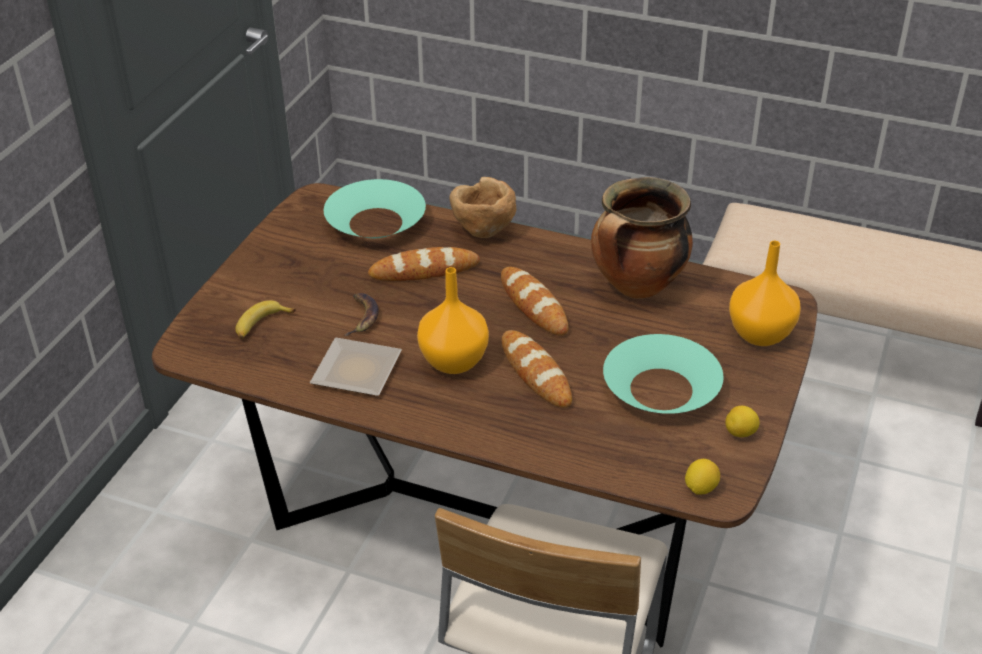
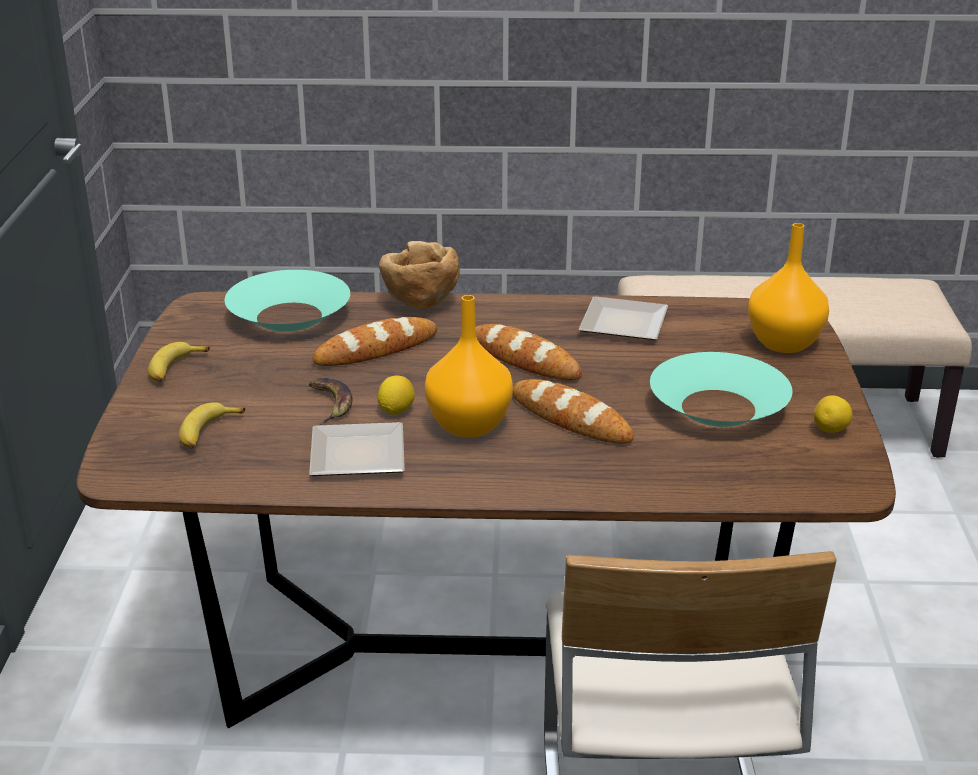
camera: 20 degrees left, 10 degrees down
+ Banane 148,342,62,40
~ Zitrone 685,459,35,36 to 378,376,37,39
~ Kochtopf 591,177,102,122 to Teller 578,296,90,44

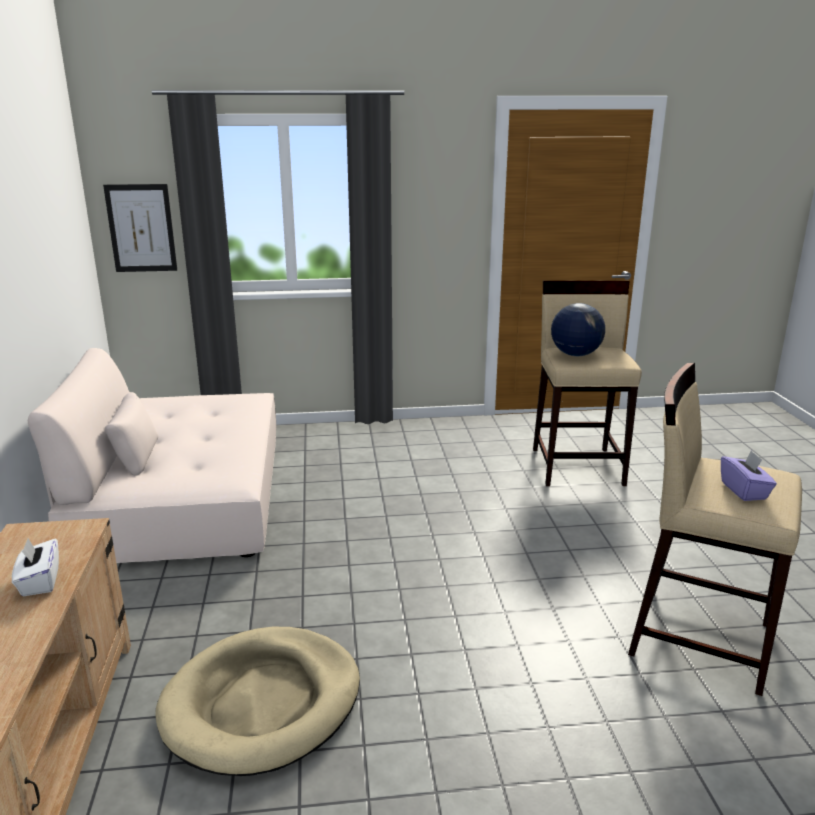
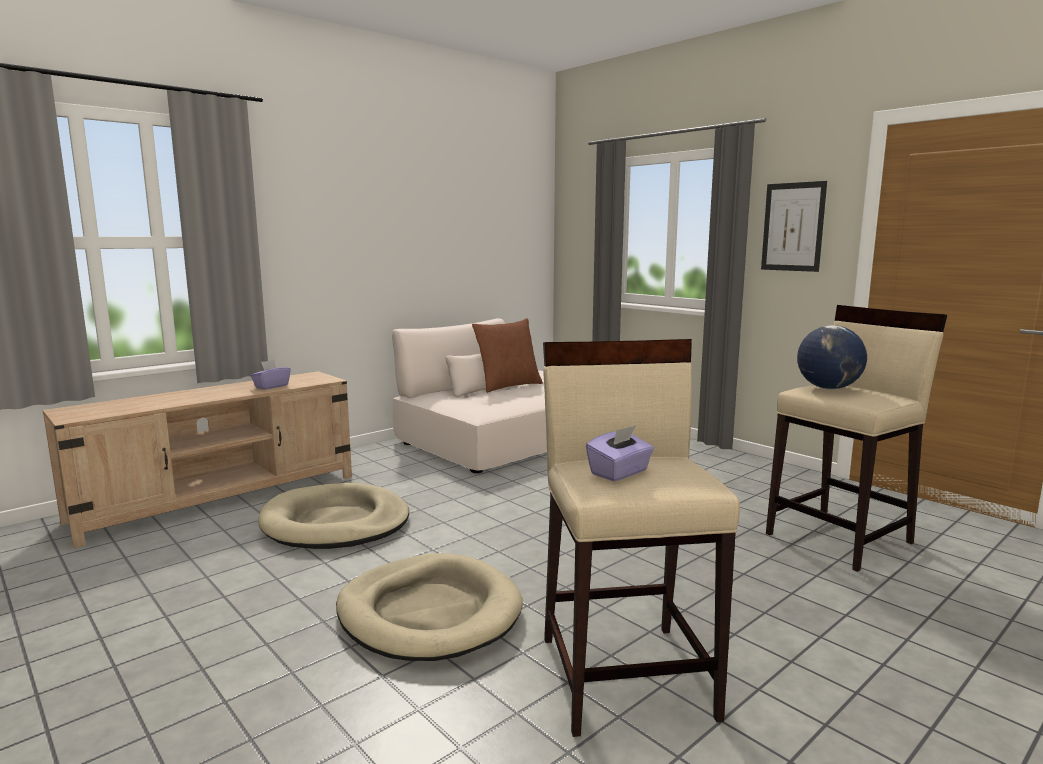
camera: 55 degrees right, 10 degrees down
+ Hundebett (beige) 336,553,187,108
+ Kissen (braun) 472,318,71,75
~ Bild 103,184,74,88 to 761,181,66,91
~ Taschentuchbox (weiß) 12,539,47,57 to Taschentuchbox (lila) 250,360,41,30

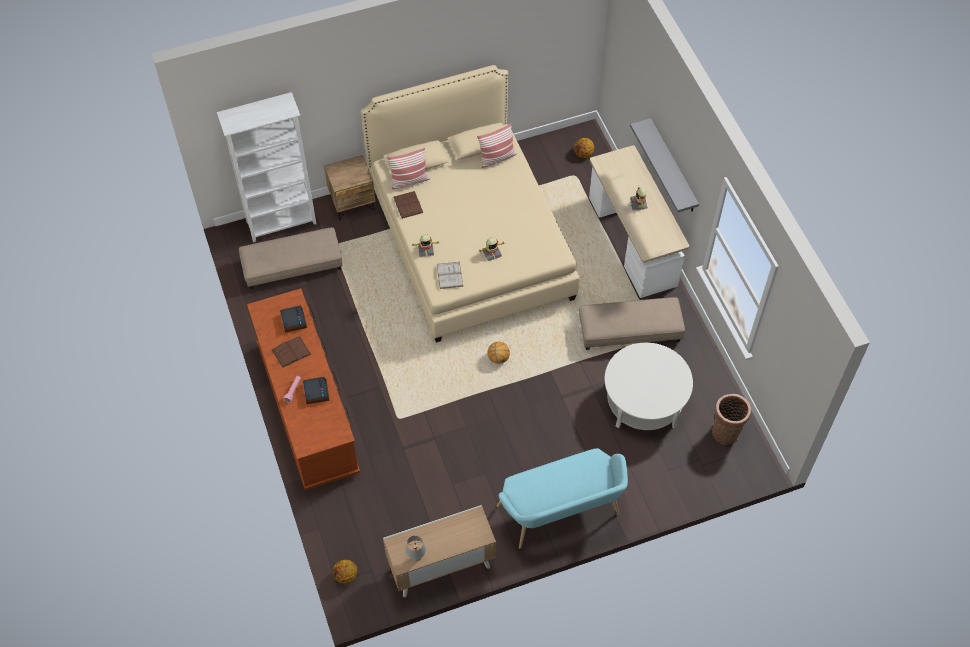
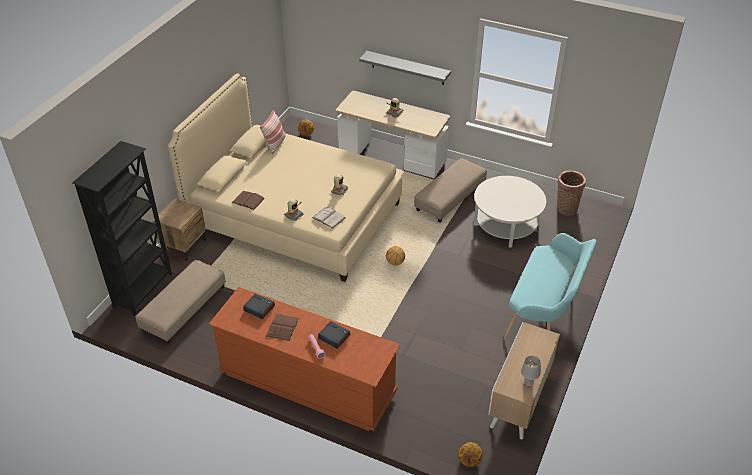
camera: 45 degrees left, 15 degrees down
- Kissen 387,148,43,41
~ Bücherregal (weiß) 217,92,100,150 to Bücherregal (schwarz) 72,141,100,174

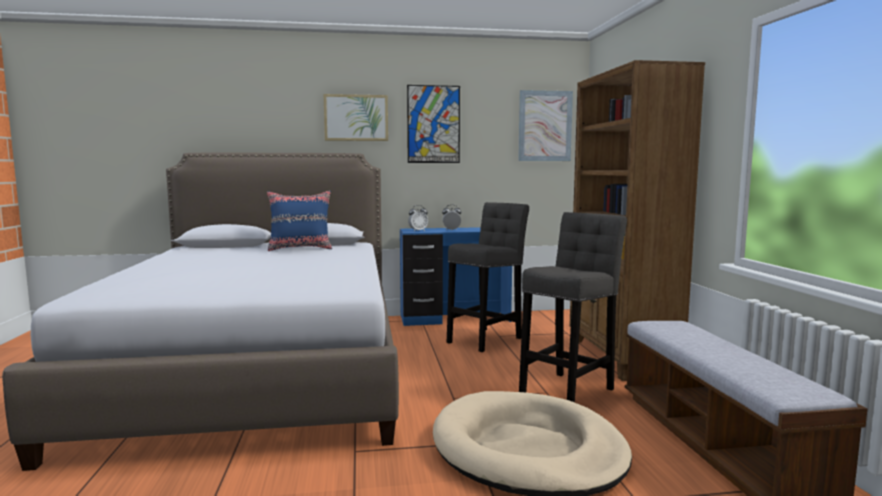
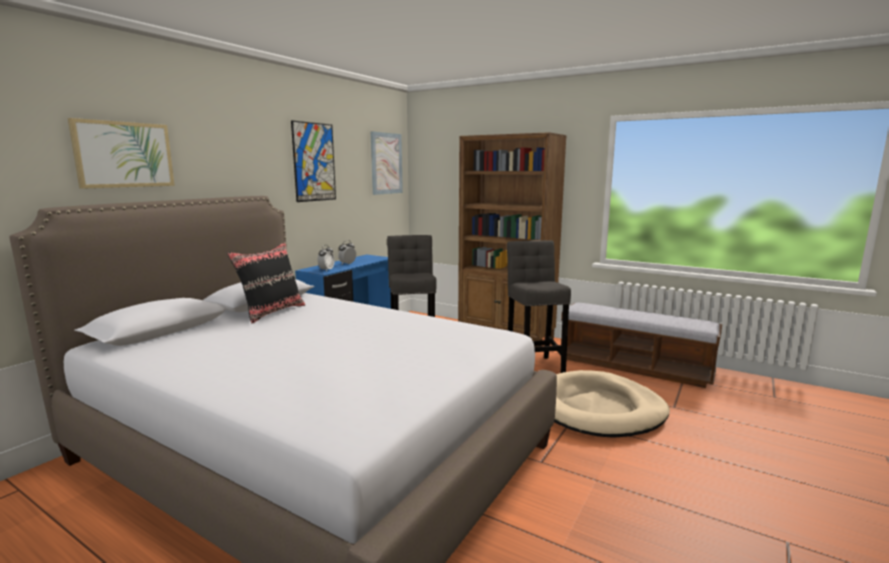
camera: 50 degrees left, 5 degrees up
~ Bild 324,94,64,47 to 68,118,107,71
~ Kissen (blau) 267,191,65,60 to Kissen (schwarz) 227,242,79,81

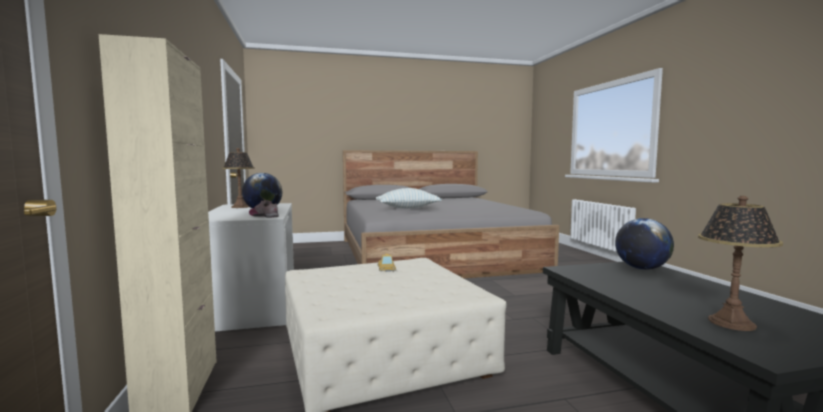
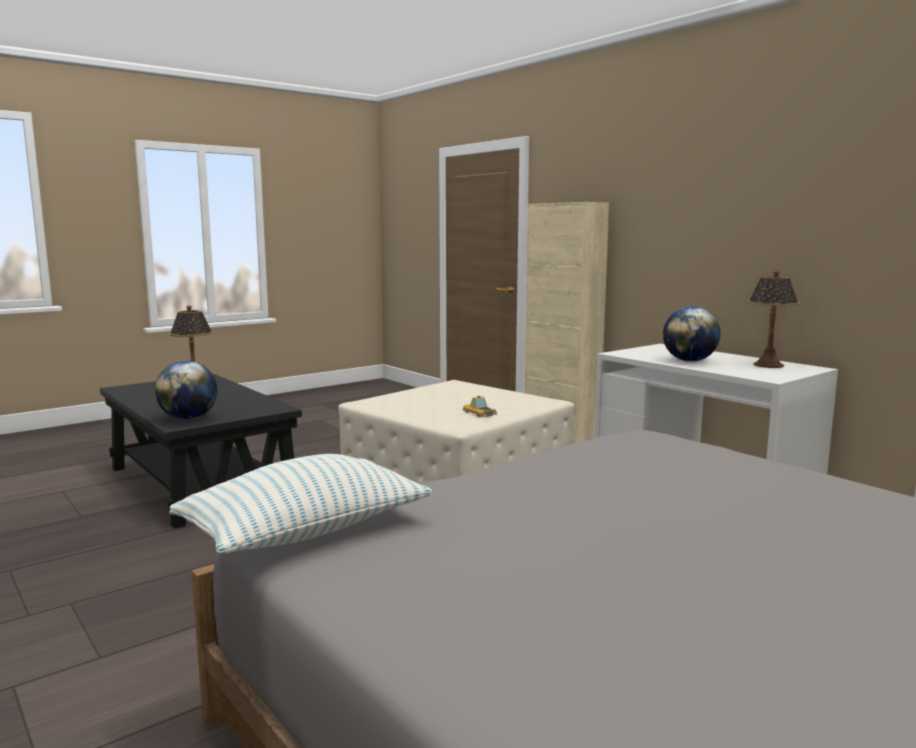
camera: 155 degrees right, 5 degrees up
- Schuh 249,200,30,18
~ Kissen 376,188,66,20 to 169,454,263,100

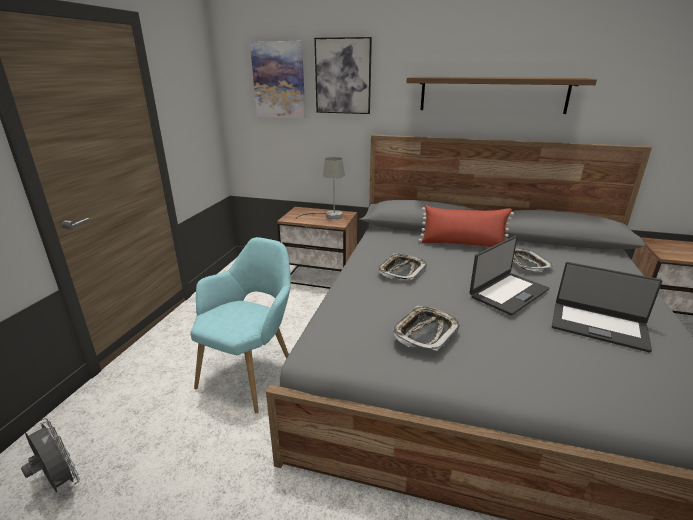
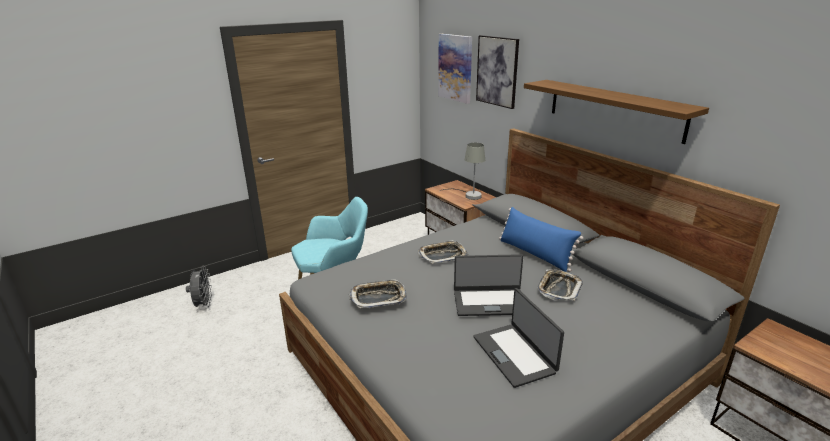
camera: 40 degrees right, 0 degrees up
~ Kissen (rot) 418,205,96,42 to Kissen (blau) 499,207,84,65

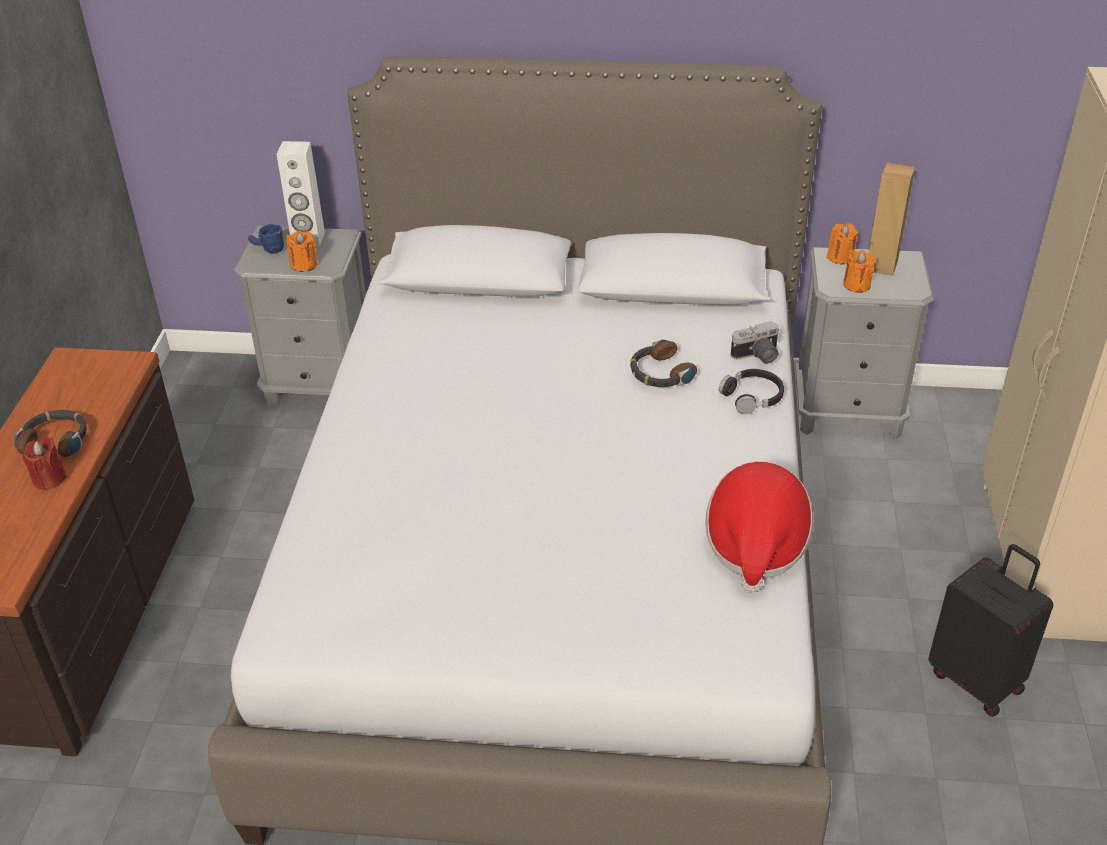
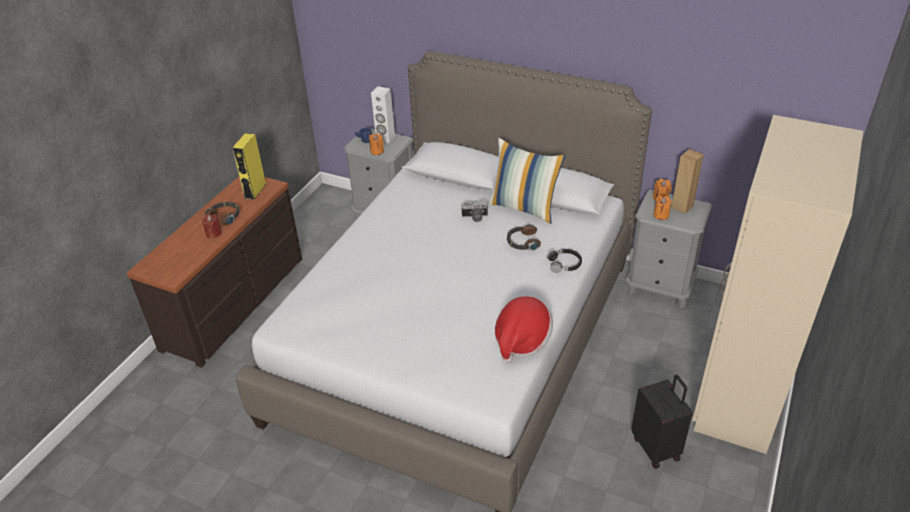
camera: 20 degrees right, 0 degrees up
+ Lautsprecher (gelb) 232,133,34,67
+ Kissen 488,138,78,86
~ Kamera 731,321,49,43 to 461,200,28,22

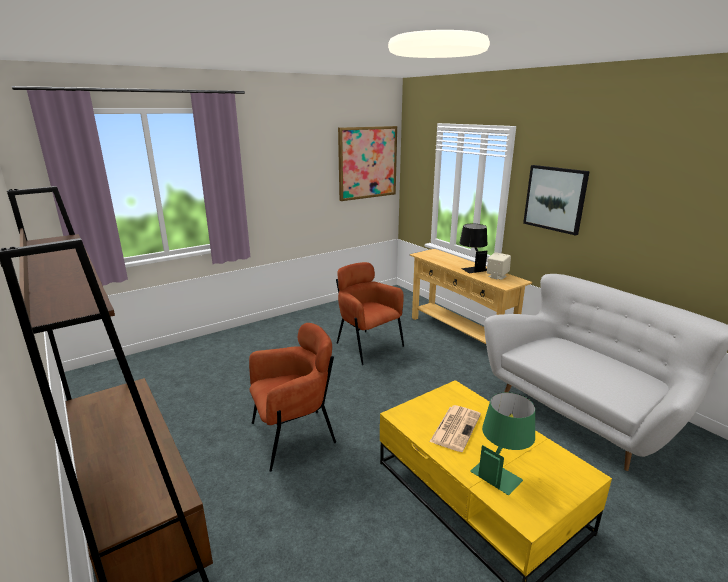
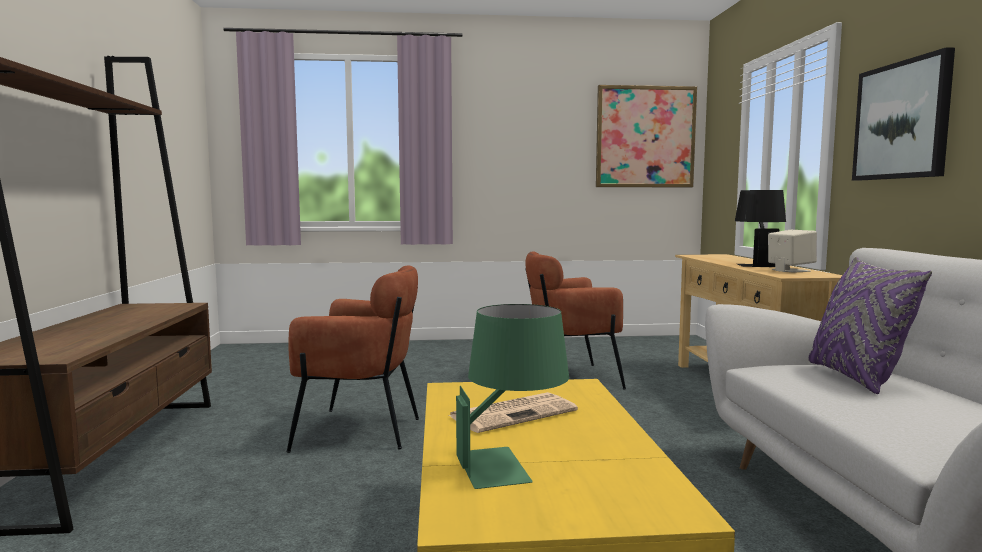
camera: 30 degrees right, 15 degrees down
+ Kissen (lila) 809,257,123,137
~ Sessel (braun) 336,262,68,103 = 525,251,101,138 90 degrees counterclockwise

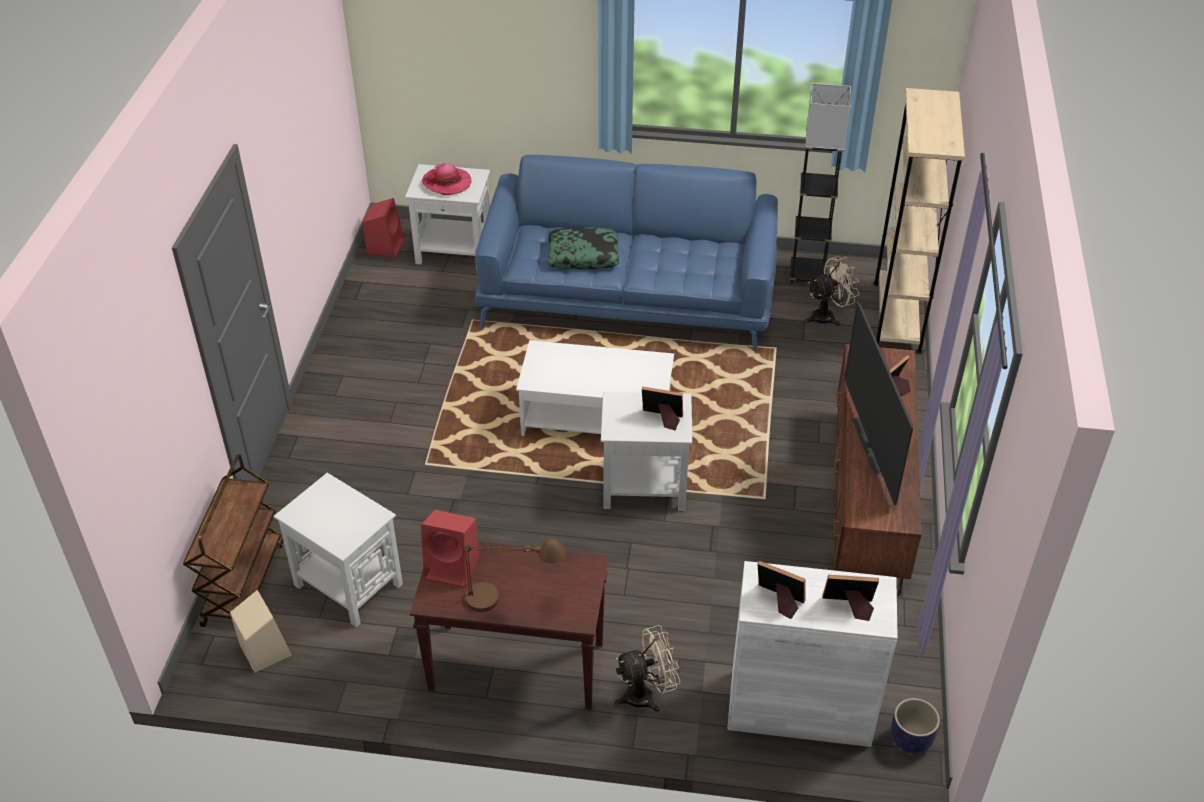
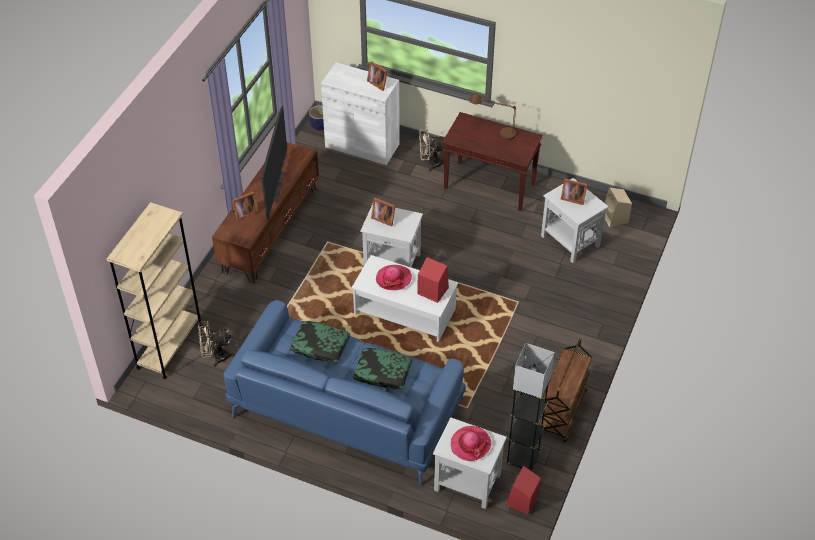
camera: 165 degrees left, 5 degrees up
+ Kissen 290,321,60,42
+ Hut 376,265,36,25
~ Rollwagen (braun) 183,454,100,173 to 540,338,52,104
~ Lautsprecher (rot) 421,510,59,78 to 418,257,31,46
~ Stehlampe (grau) 790,83,61,200 to 505,343,50,128
~ Bilderrahmen 823,575,56,46 to 561,179,26,26

